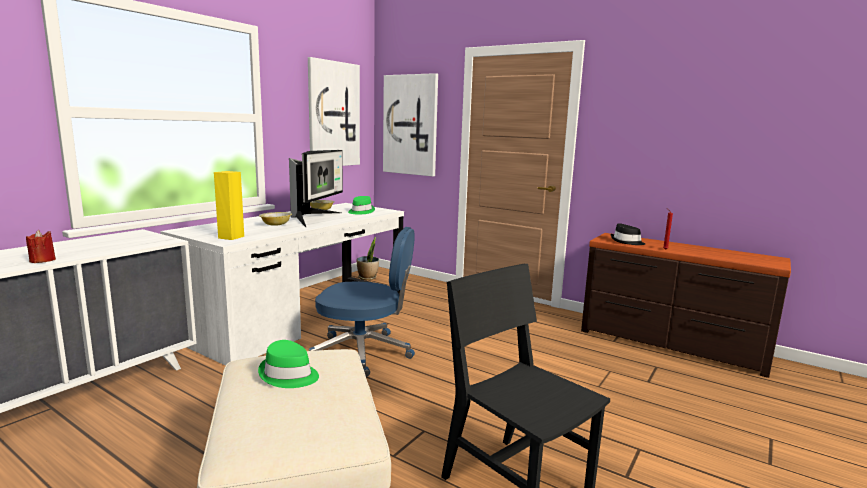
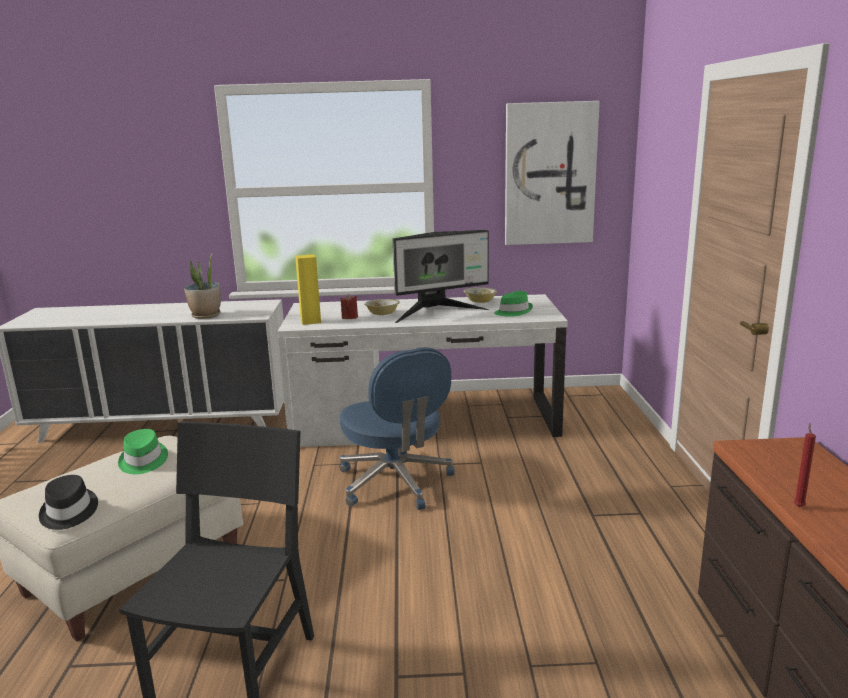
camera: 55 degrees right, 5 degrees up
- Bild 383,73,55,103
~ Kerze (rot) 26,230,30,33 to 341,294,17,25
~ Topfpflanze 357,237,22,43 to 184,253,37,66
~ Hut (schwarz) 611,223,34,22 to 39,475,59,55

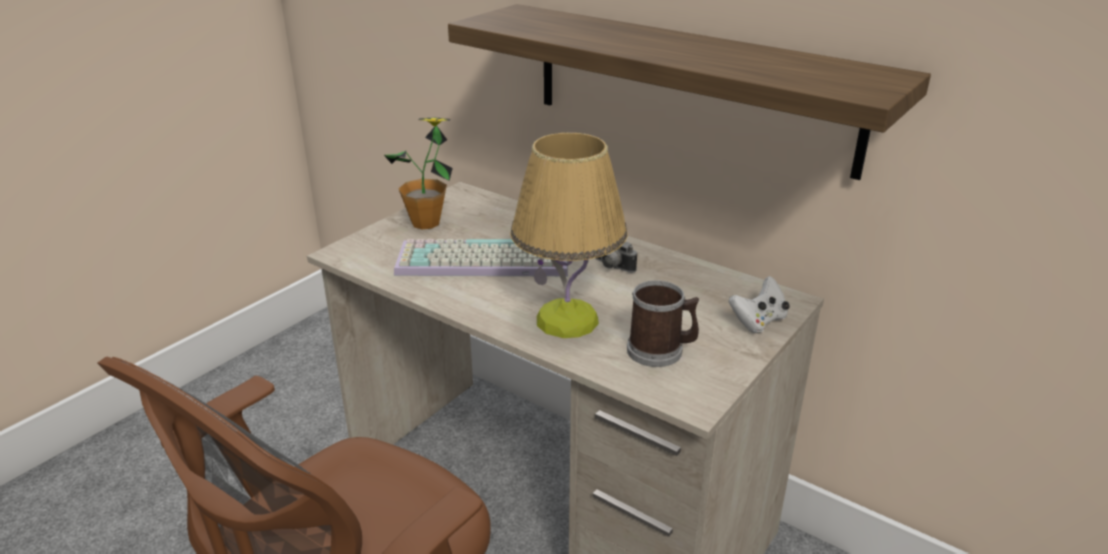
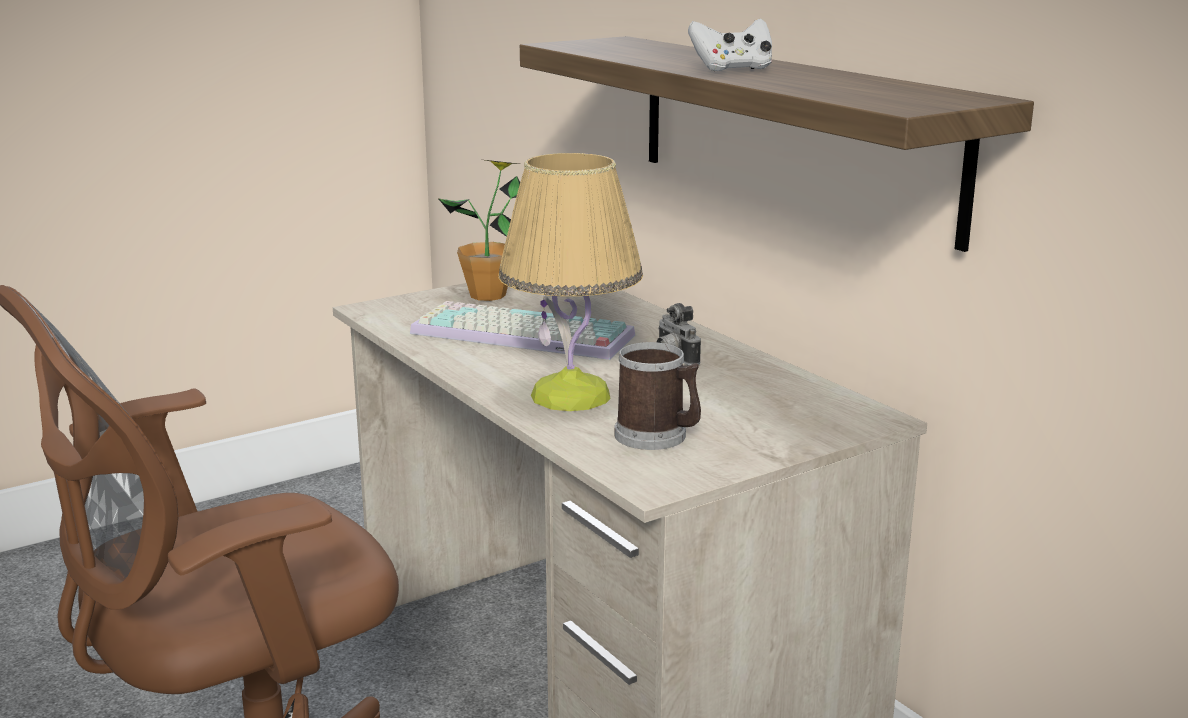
camera: 20 degrees right, 10 degrees down
~ Gamepad (weiß) 729,276,60,57 to 688,19,84,52

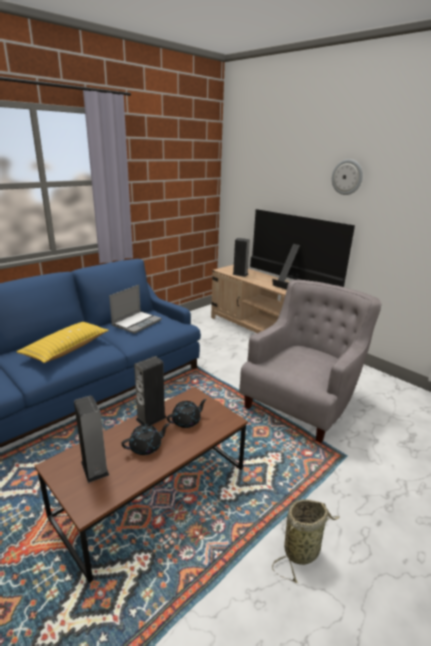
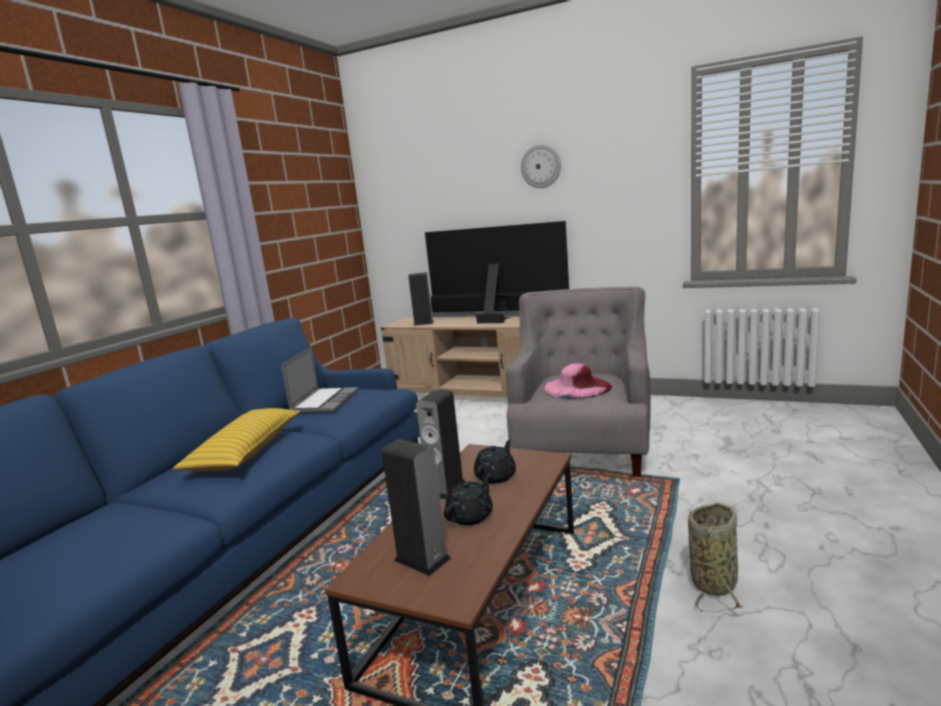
camera: 20 degrees left, 10 degrees down
+ Hut (rosa) 544,363,68,36

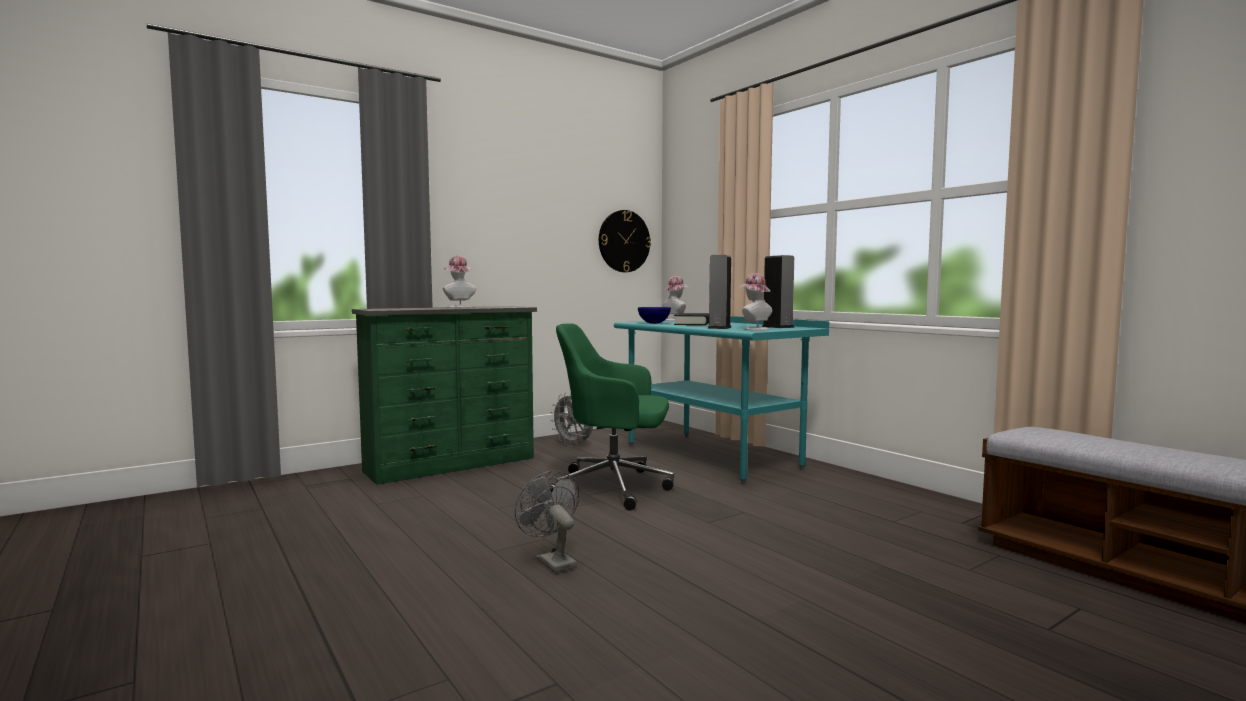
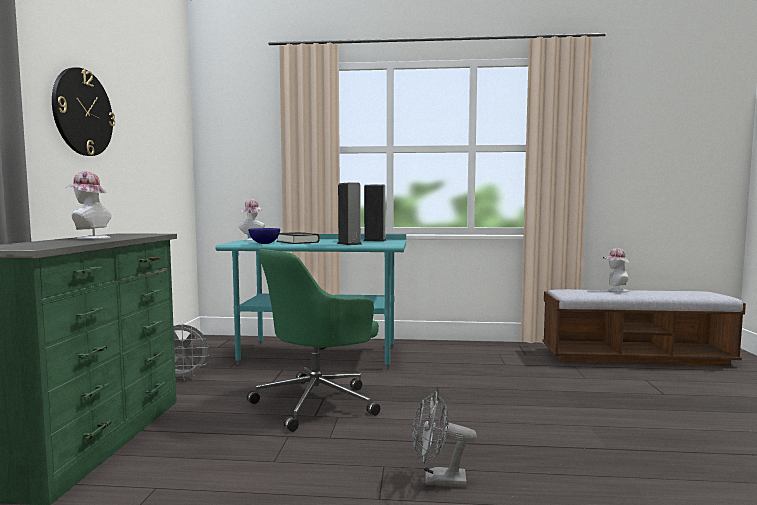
camera: 50 degrees left, 0 degrees up
~ Wanduhr 599,210,52,62 to 52,67,63,89
~ Hut 739,273,33,57 to 603,248,27,44

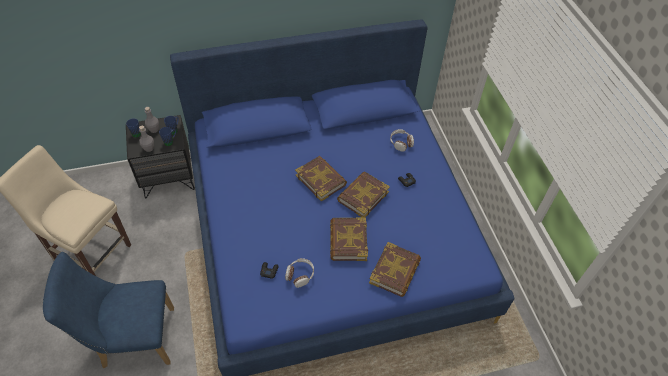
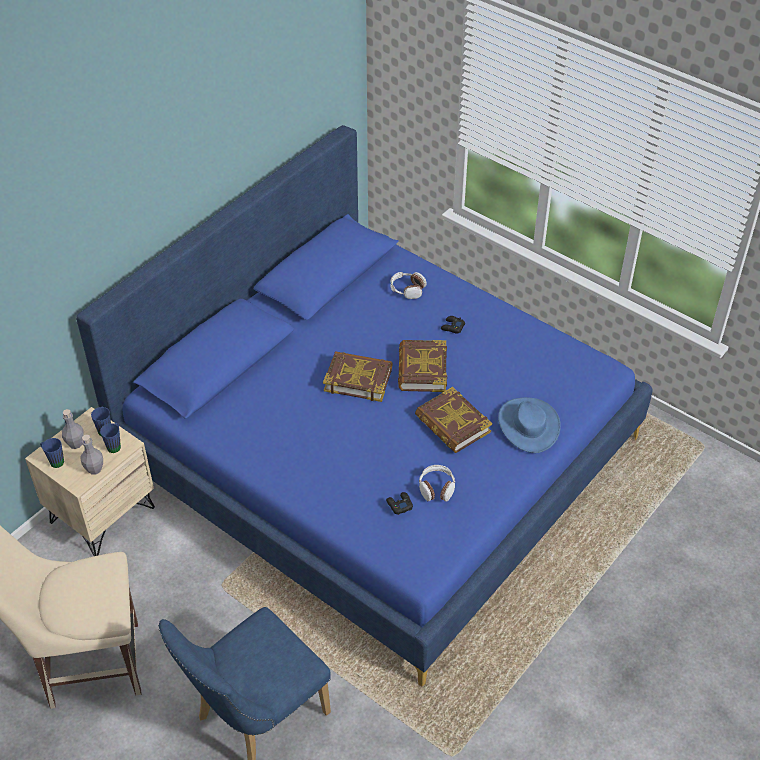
camera: 35 degrees left, 5 degrees down
~ Buch 369,242,52,55 to Hut (blau) 498,397,63,56
~ Nachttisch (schwarz) 126,115,69,83 to Nachttisch (beige) 25,407,130,149

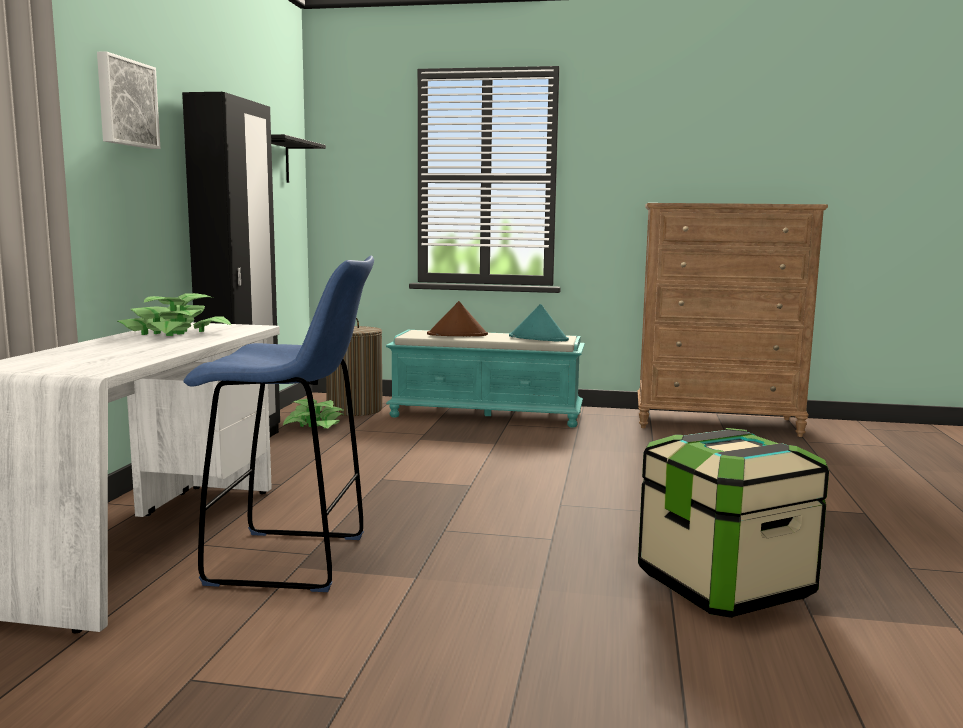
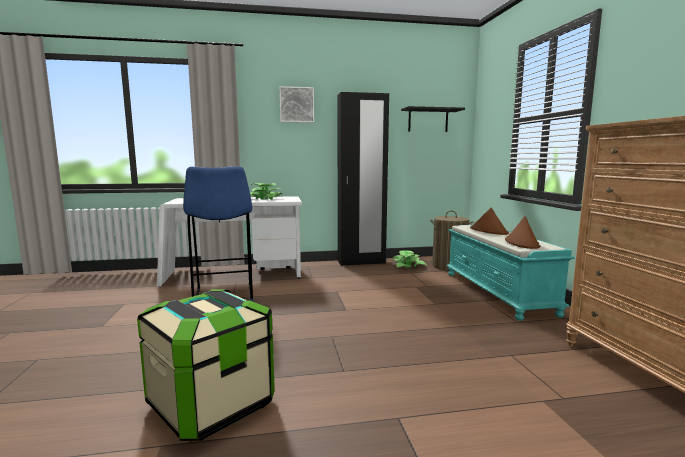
camera: 70 degrees right, 0 degrees up
~ Hut (türkis) 509,304,60,37 to Hut (braun) 505,216,35,33

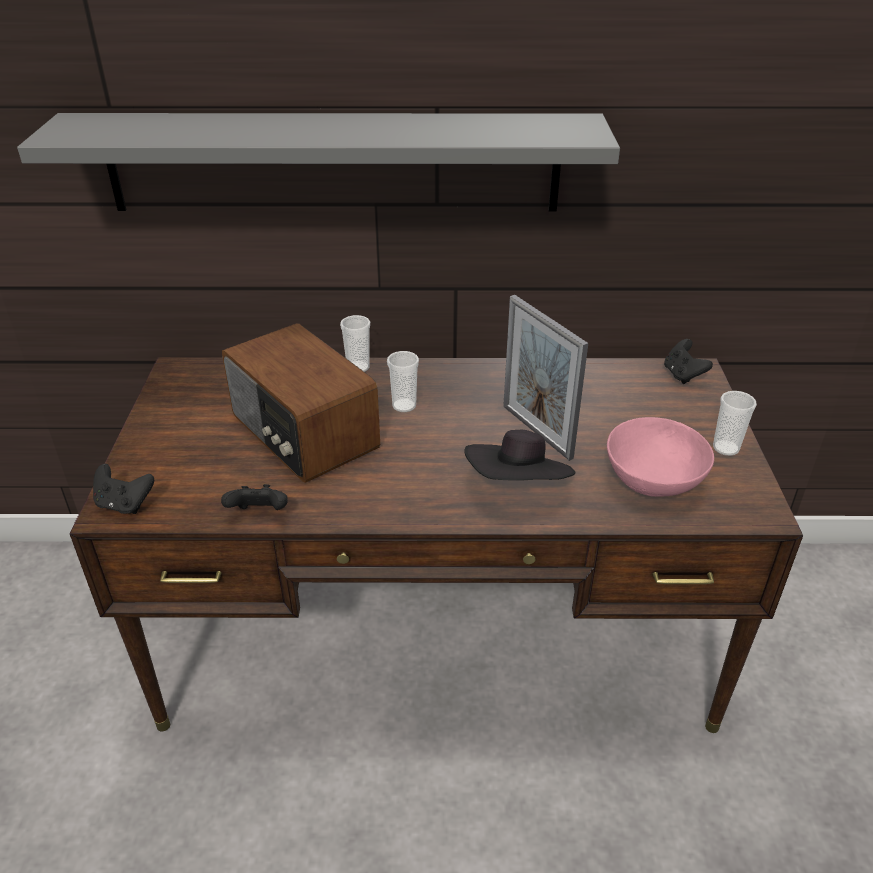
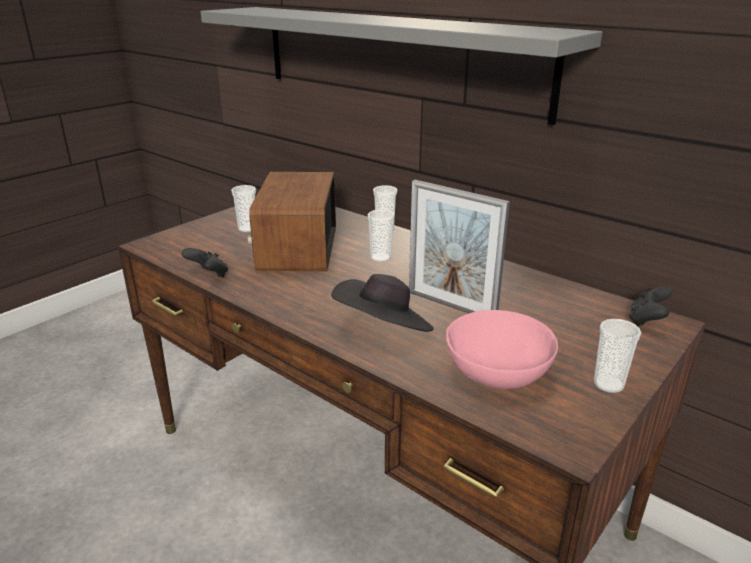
camera: 40 degrees right, 10 degrees down
- Gamepad (schwarz) 93,464,61,50
+ Tasse 231,185,25,47
~ Bilderrahmen 503,295,85,166 = 409,180,101,134 60 degrees counterclockwise

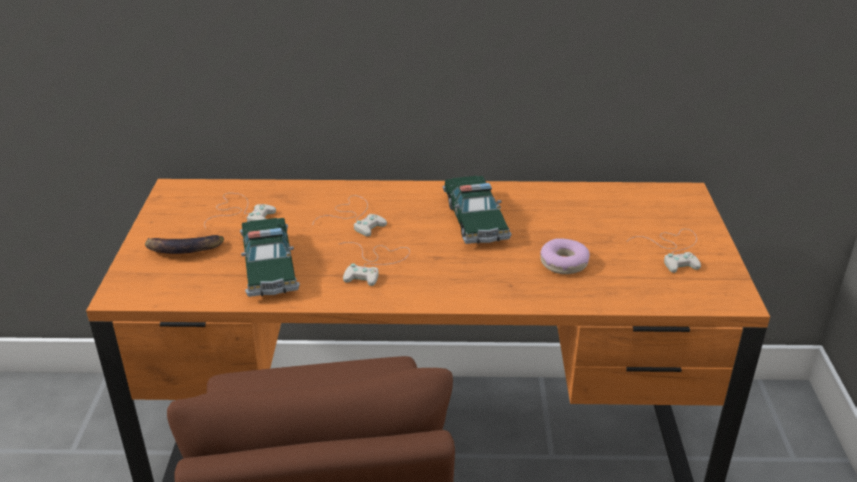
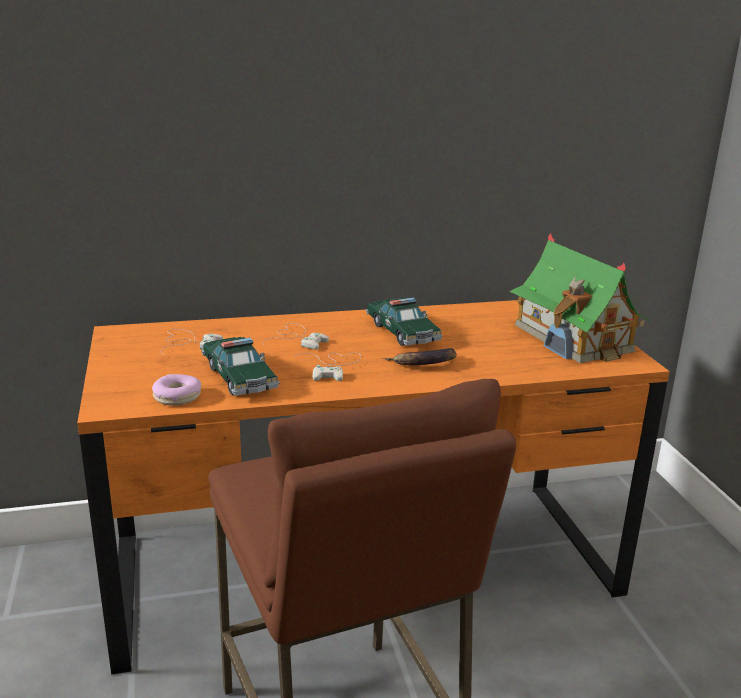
camera: 15 degrees left, 10 degrees down
~ Banane 145,235,79,19 to 385,348,72,17
~ Donut 540,238,50,36 to 152,374,49,32
~ Gamepad (weiß) 627,229,74,44 to Spielzeughaus 510,233,140,130

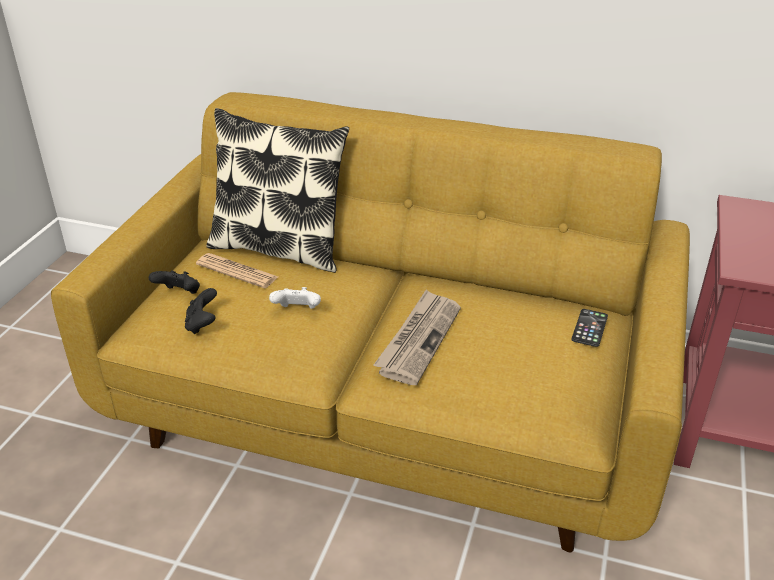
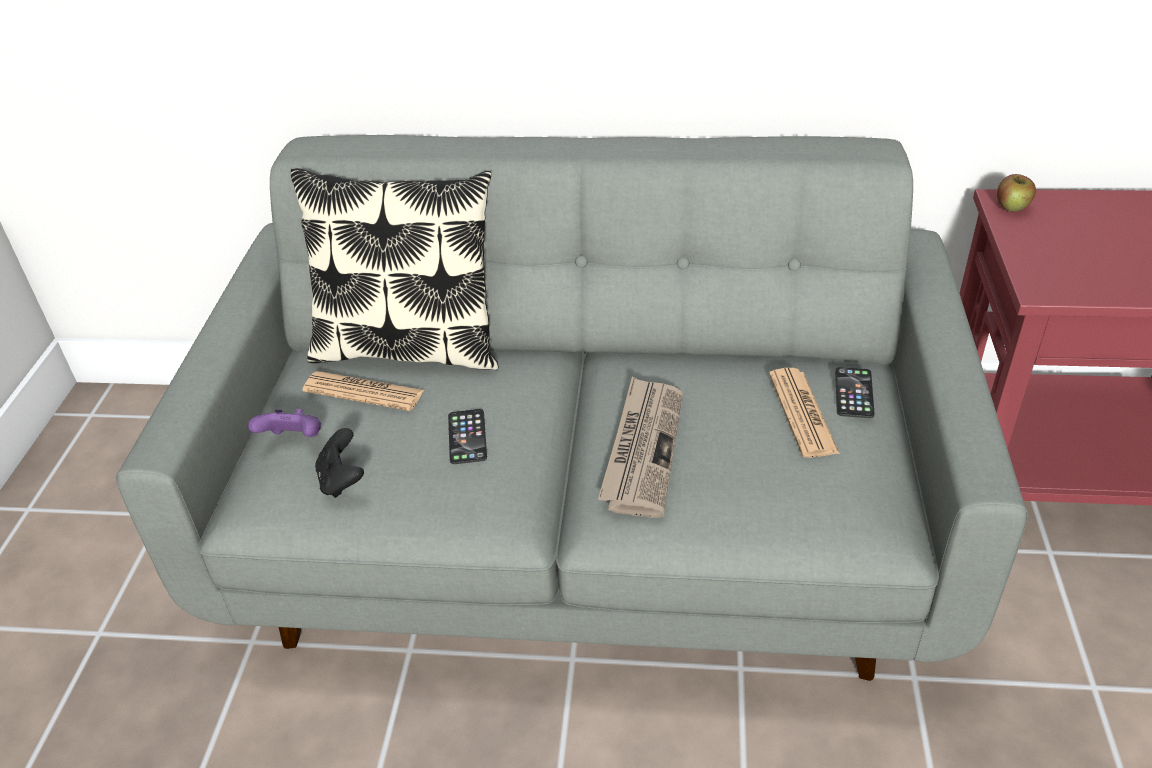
camera: 10 degrees left, 5 degrees up
+ Zeitung 769,368,71,90
+ Apfel 997,174,39,38
~ Gamepad (weiß) 269,287,52,22 to Handy 448,409,39,55
~ Sofa (gelb) 51,92,639,460 to Sofa (grau) 116,135,912,546
~ Gamepad (schwarz) 149,270,51,24 to Gamepad (lila) 248,409,73,28

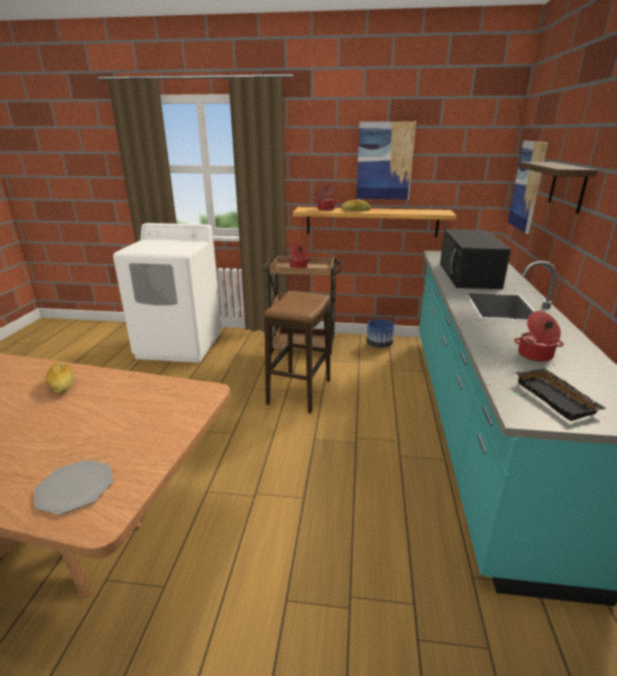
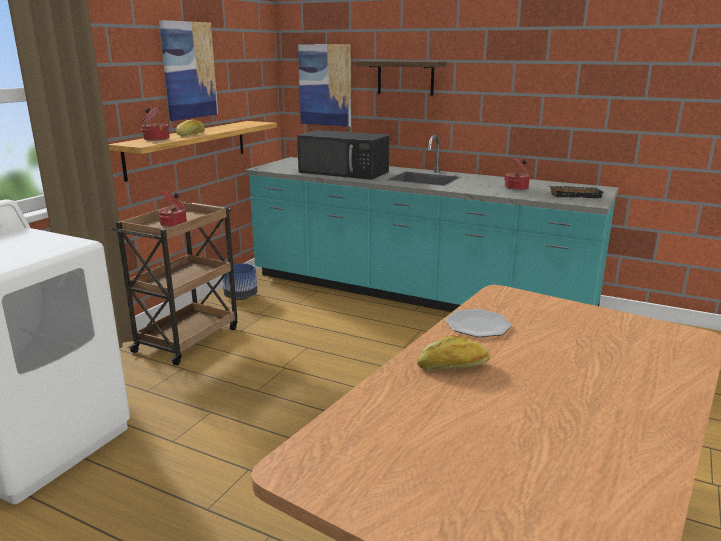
camera: 70 degrees left, 5 degrees down
- Hocker 264,291,66,122
~ Teller 34,460,80,54 to 446,309,66,28

